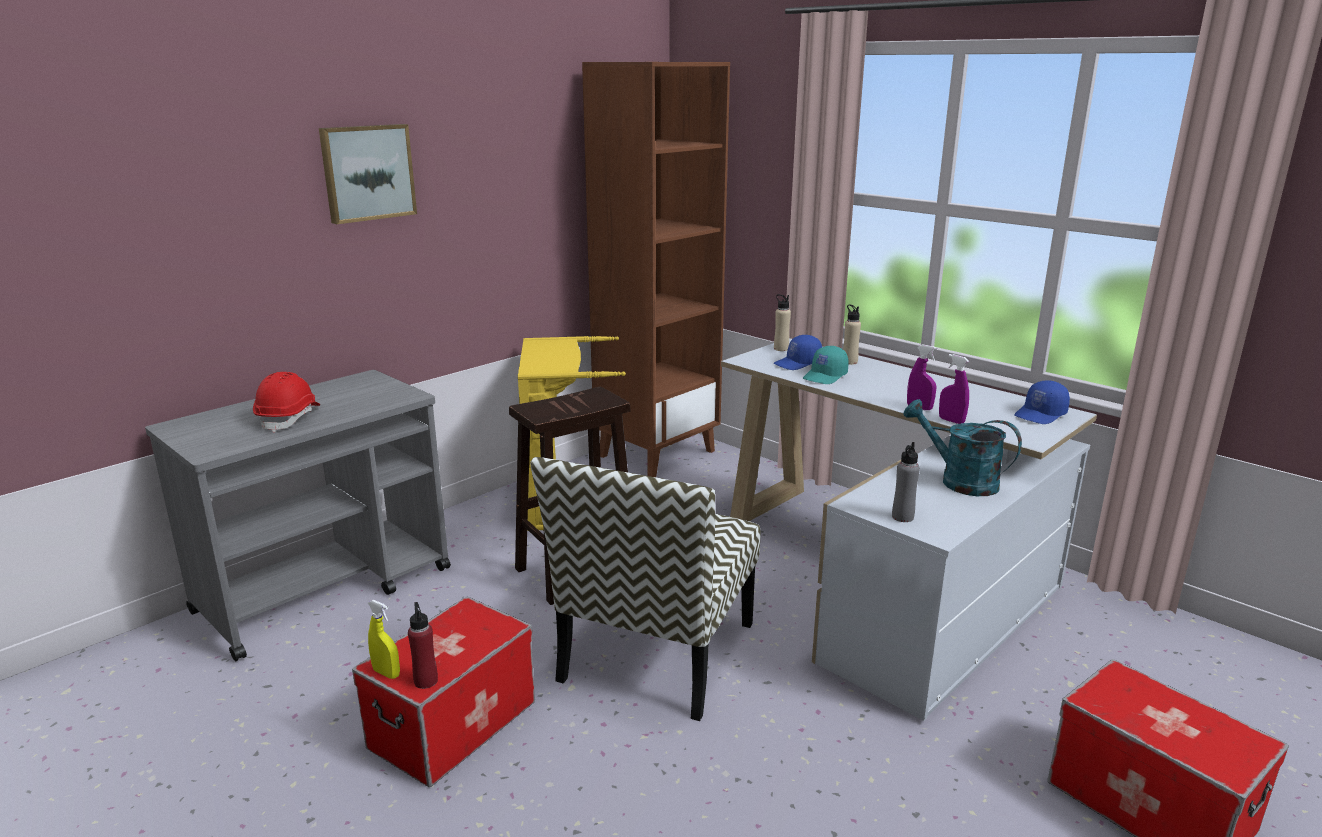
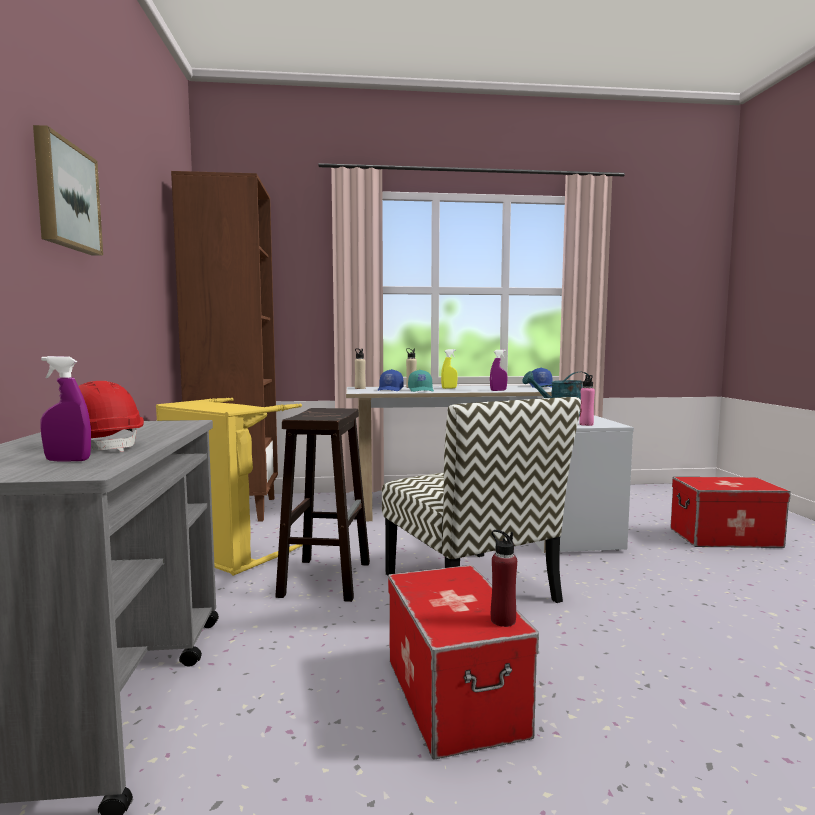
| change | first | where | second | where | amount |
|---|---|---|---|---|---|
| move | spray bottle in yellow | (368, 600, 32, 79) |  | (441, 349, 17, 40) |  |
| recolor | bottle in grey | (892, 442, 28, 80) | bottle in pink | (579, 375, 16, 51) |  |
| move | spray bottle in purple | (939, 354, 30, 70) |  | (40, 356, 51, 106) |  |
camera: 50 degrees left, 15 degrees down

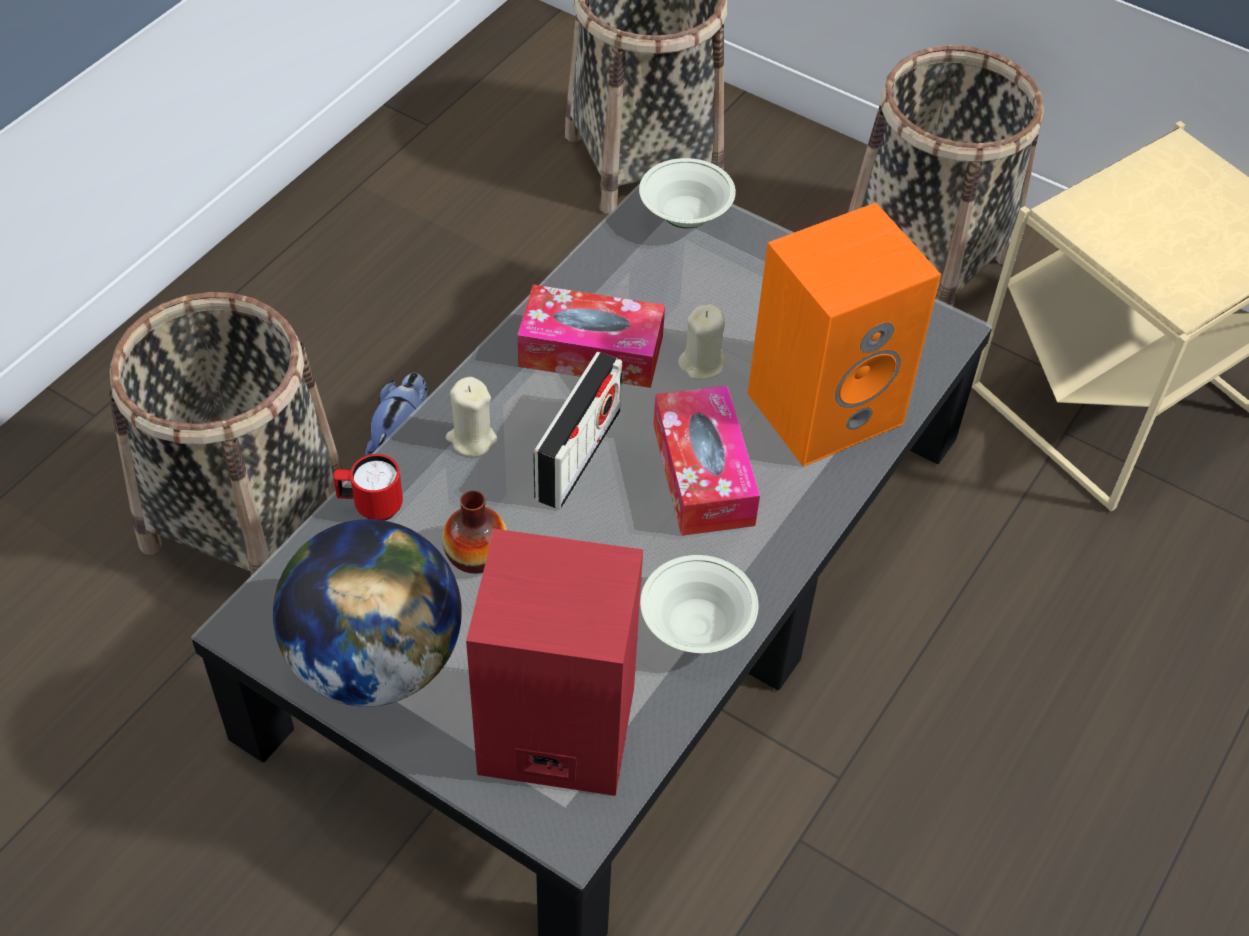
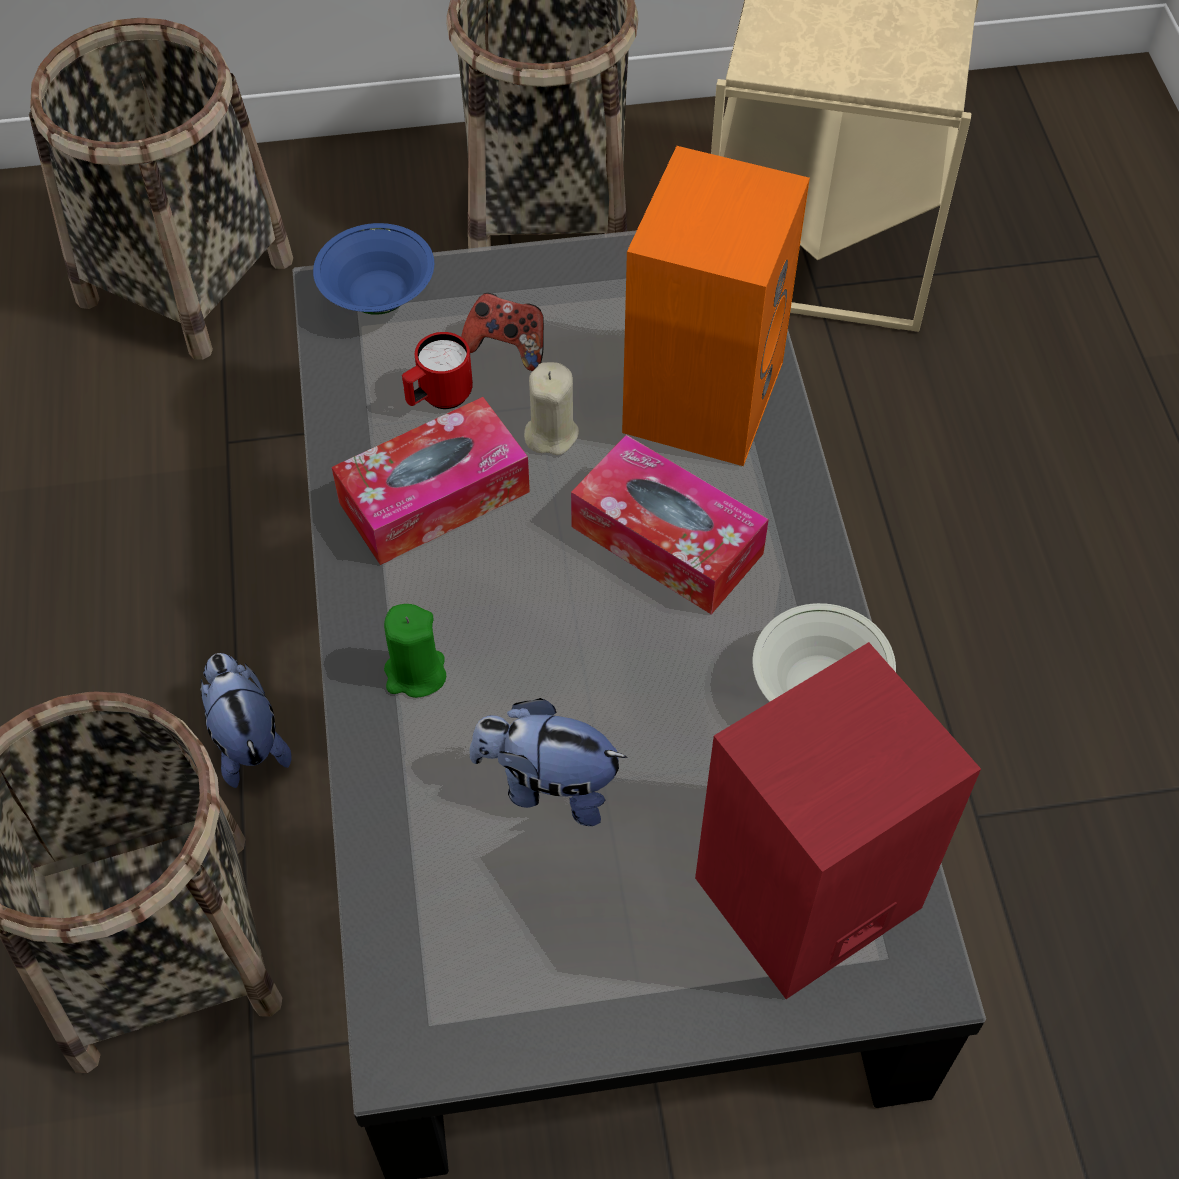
| change | first | where | second | where | amount |
|---|---|---|---|---|---|
| delete | globe | (273, 519, 189, 188) |  |  |  |
| move | mug in red | (333, 454, 70, 67) |  | (402, 332, 71, 77) |  |
| replace | vase | (442, 490, 65, 84) | plush toy | (469, 698, 159, 128) |  |
| recolor | candle in beige | (446, 377, 51, 80) | candle in green | (384, 604, 62, 94) |  |
| delete | radio | (533, 352, 89, 157) |  |  |  |
| recolor | bowl in white | (639, 158, 97, 70) | bowl in blue | (313, 223, 121, 92) |  |
| insert |  |  | game controller | (461, 293, 83, 78) |  |
camera: 40 degrees left, 5 degrees up

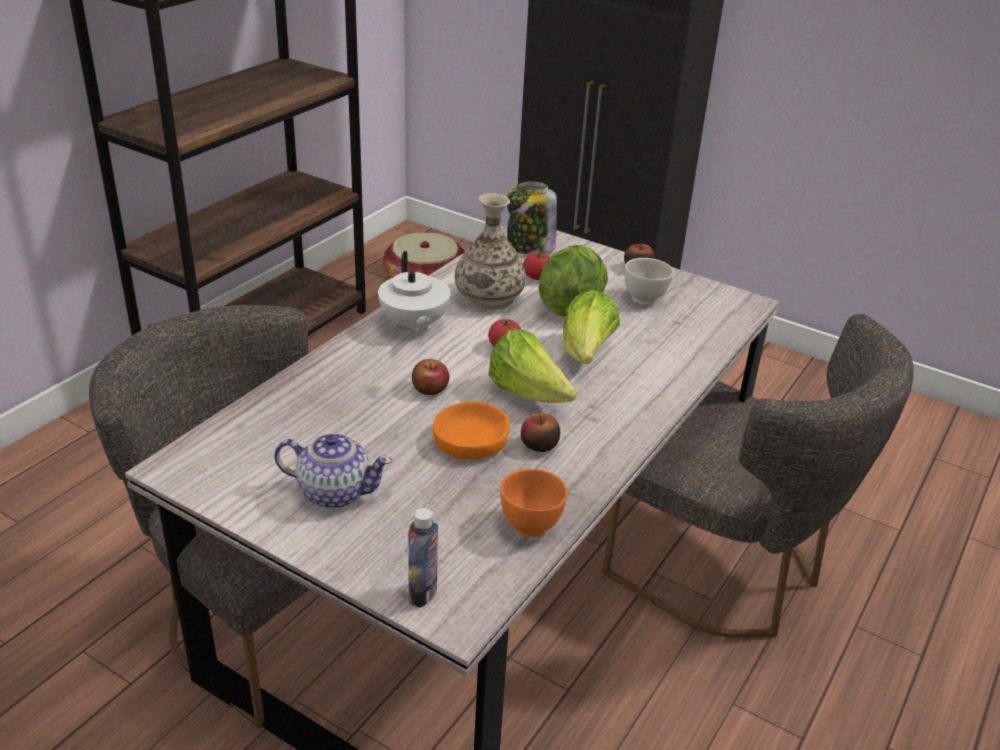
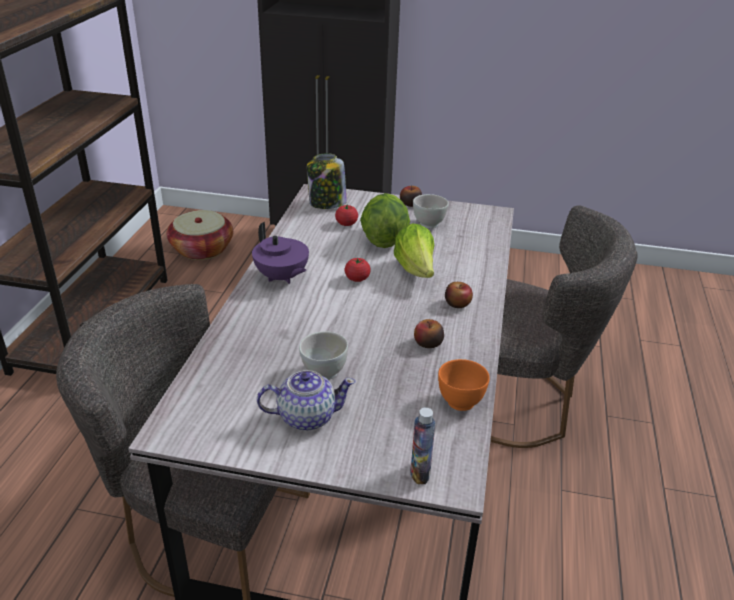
| change | first | where | second | where | amount |
|---|---|---|---|---|---|
| recolor | teapot in white | (378, 251, 73, 83) | teapot in purple | (252, 222, 57, 62) |  |
| move | apple | (412, 359, 37, 36) |  | (445, 282, 28, 26) |  |
| delete | bowl in orange | (433, 401, 77, 59) |  |  |  |
| delete | vase | (455, 193, 71, 116) |  |  |  |
| delete | lettuce | (488, 329, 89, 74) |  |  |  |
| insert |  |  | bowl in white | (299, 331, 49, 49) |  |
camera: 20 degrees left, 0 degrees up

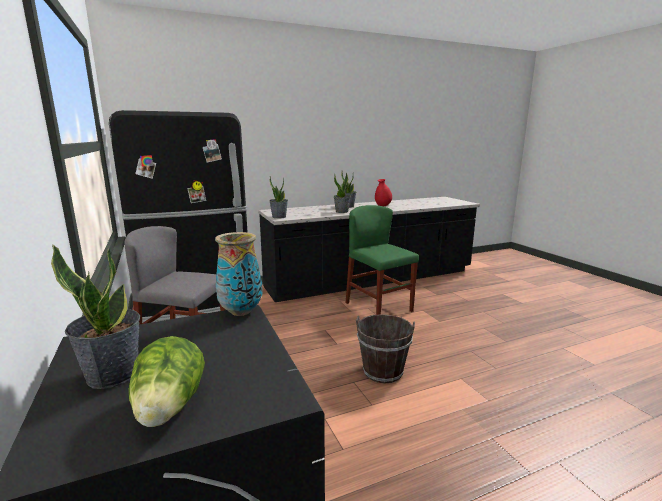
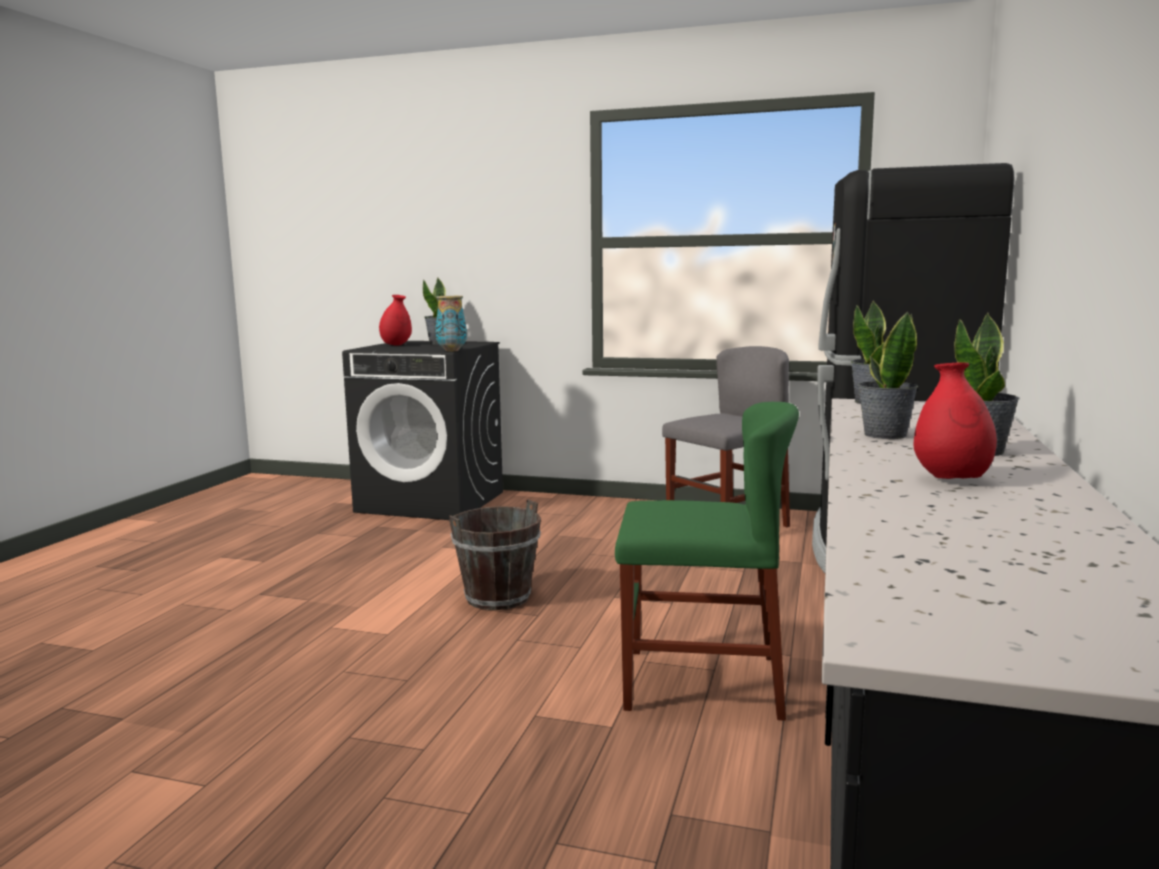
| change | first | where | second | where | amount |
|---|---|---|---|---|---|
| replace | lettuce | (128, 336, 77, 91) | vase in red | (379, 295, 33, 50) |  |
camera: 130 degrees right, 5 degrees down

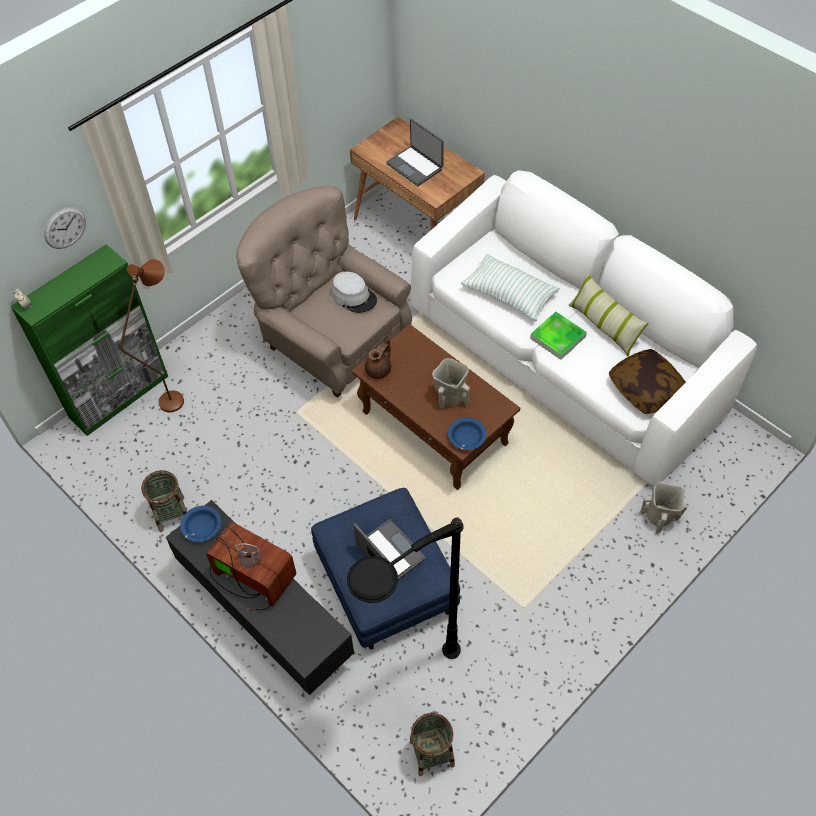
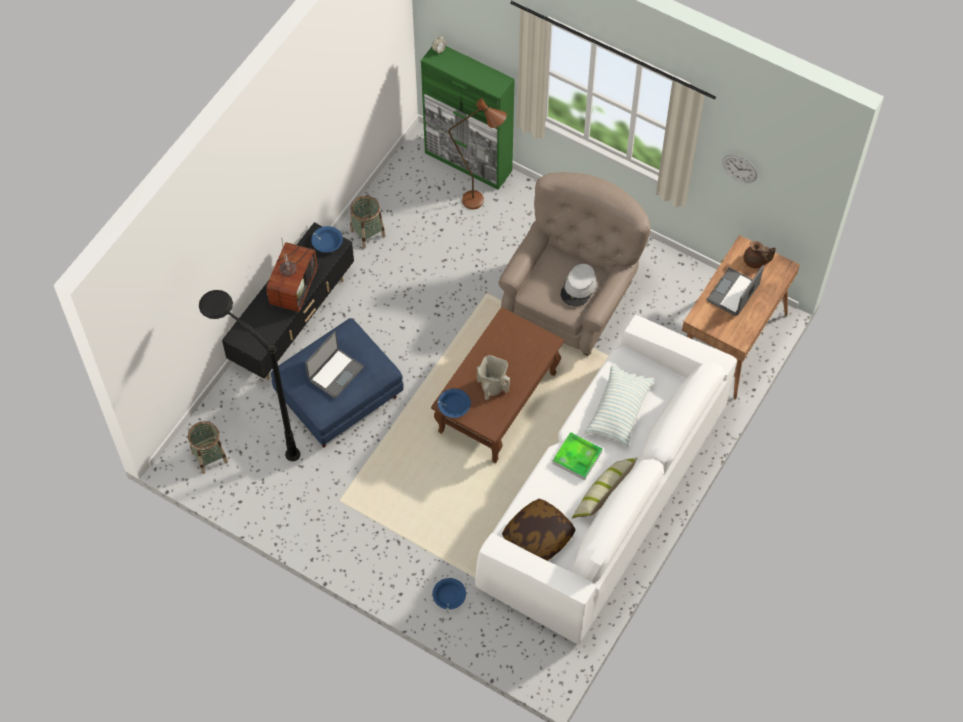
| change | first | where | second | where | amount |
|---|---|---|---|---|---|
| move | wall clock | (44, 207, 42, 42) |  | (722, 155, 35, 28) |  |
| move | teapot in brown | (365, 335, 26, 44) |  | (744, 241, 32, 27) |  |
| replace | vase in beige | (640, 482, 47, 51) | bowl in blue | (432, 578, 34, 32) |  |
camera: 75 degrees right, 5 degrees up

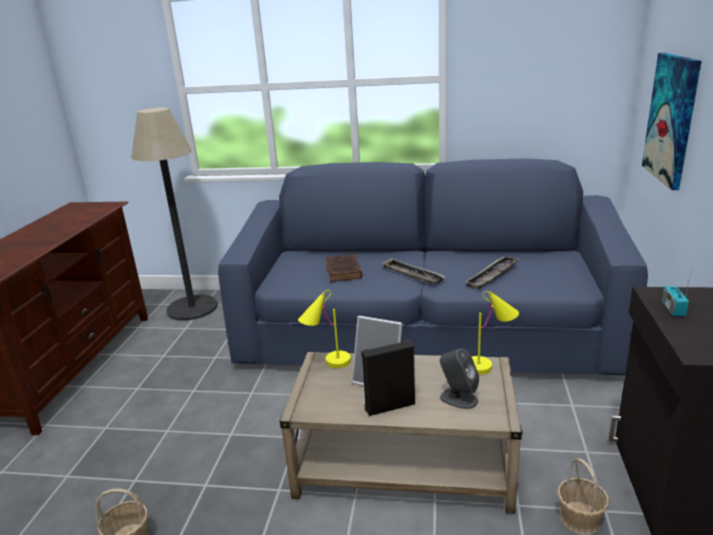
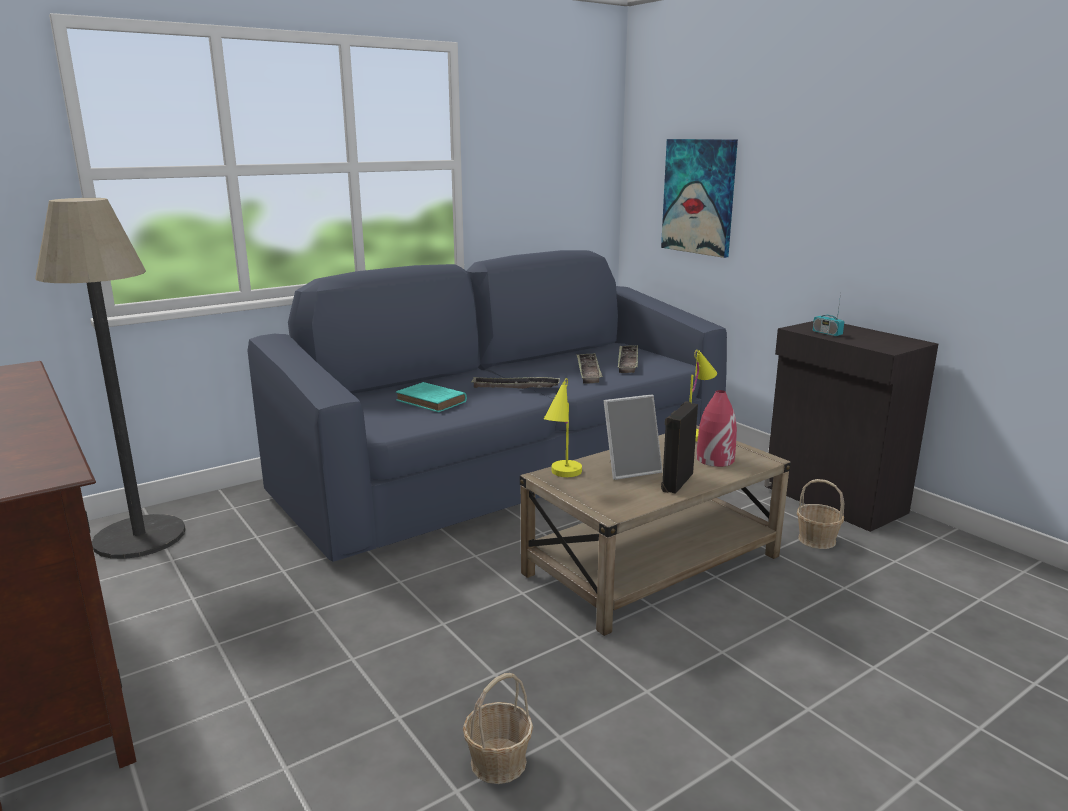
| change | first | where | second | where | amount |
|---|---|---|---|---|---|
| recolor | book in brown | (326, 254, 37, 28) | book in turquoise | (396, 382, 71, 30) |  |
| replace | speaker in grey | (440, 348, 39, 61) | vase in red | (697, 390, 40, 77) |  |
| insert |  |  | tray | (618, 345, 20, 28) |  |
camera: 45 degrees left, 5 degrees down

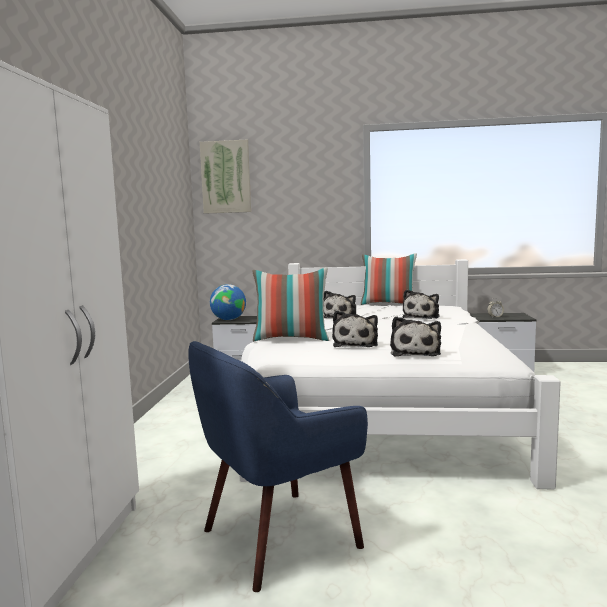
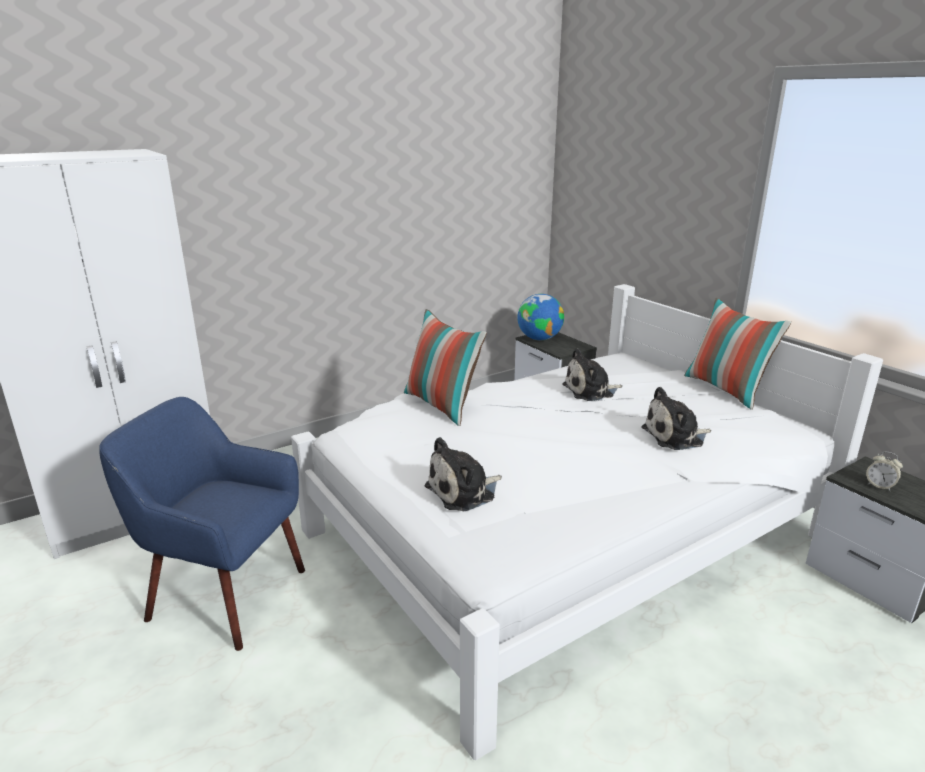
| change | first | where | second | where | amount |
|---|---|---|---|---|---|
| delete | picture | (200, 140, 51, 74) |  |  |  |
| delete | plush toy | (332, 311, 46, 36) |  |  |  |
camera: 50 degrees right, 15 degrees up

